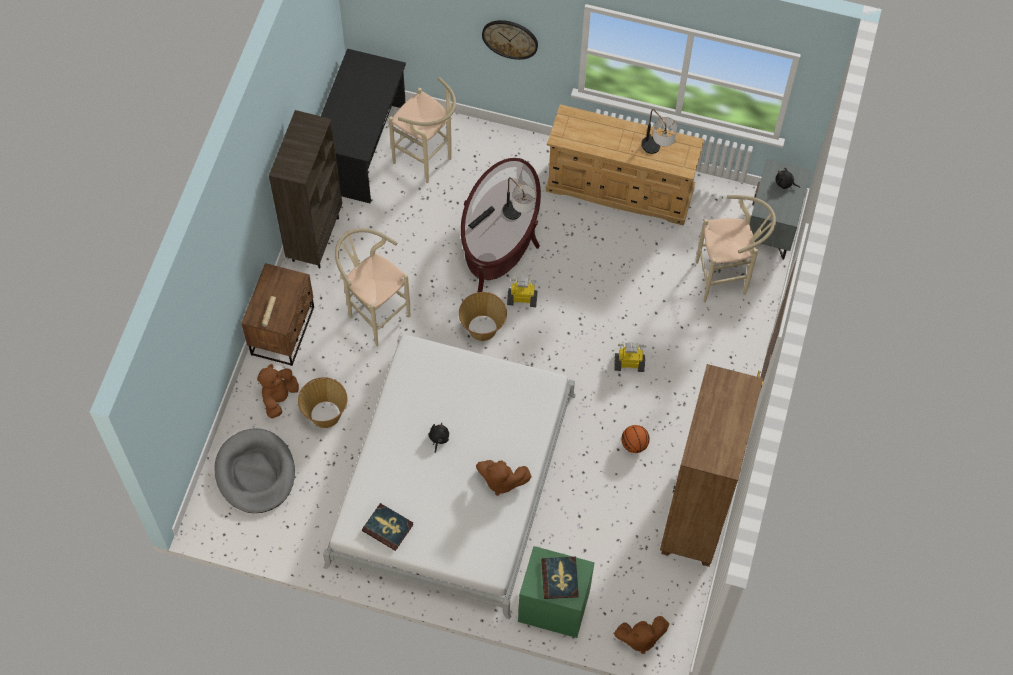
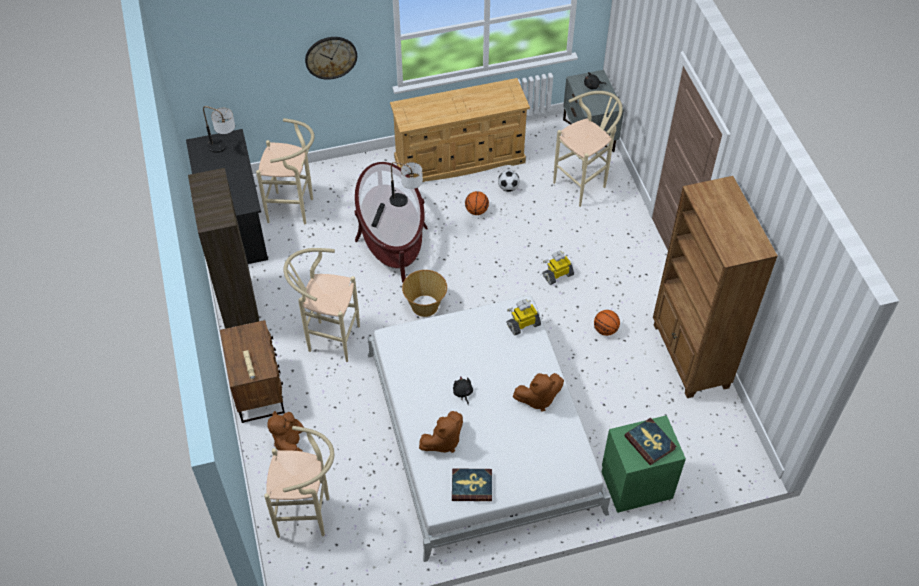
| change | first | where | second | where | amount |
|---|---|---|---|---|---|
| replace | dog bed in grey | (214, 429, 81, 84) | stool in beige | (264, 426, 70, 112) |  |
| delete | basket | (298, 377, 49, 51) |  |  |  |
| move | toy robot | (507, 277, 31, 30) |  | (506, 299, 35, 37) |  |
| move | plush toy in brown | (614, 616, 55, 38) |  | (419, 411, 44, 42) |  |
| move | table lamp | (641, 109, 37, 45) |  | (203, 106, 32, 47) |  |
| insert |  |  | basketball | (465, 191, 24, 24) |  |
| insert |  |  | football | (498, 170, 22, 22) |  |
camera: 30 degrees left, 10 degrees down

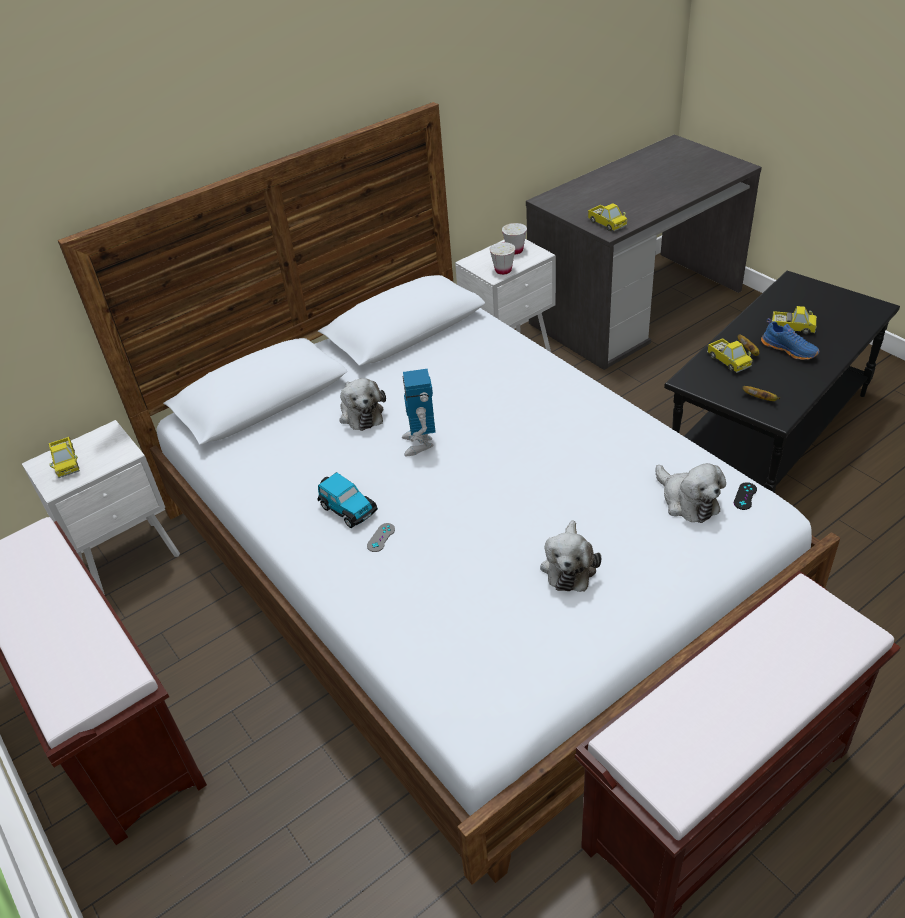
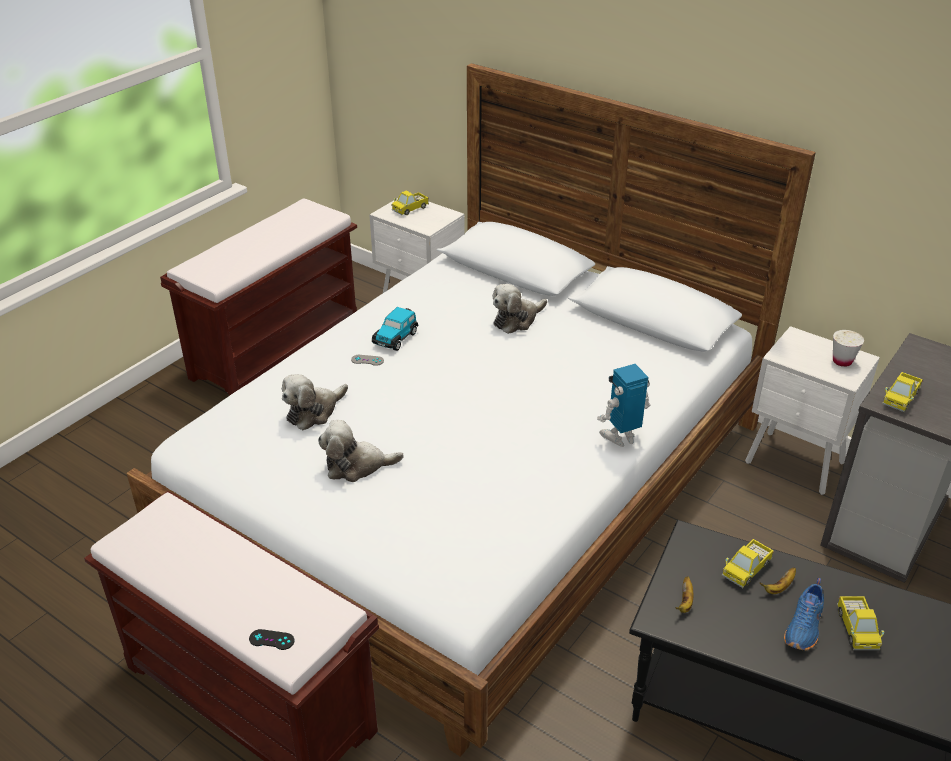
| change | first | where | second | where | amount |
|---|---|---|---|---|---|
| move | toy robot | (402, 369, 34, 87) |  | (597, 364, 53, 83) |  |
| delete | cup in white | (490, 242, 26, 33) |  |  |  |
| move | plush toy | (656, 463, 70, 60) |  | (282, 374, 66, 56) |  |
| move | game controller in black | (734, 482, 23, 28) |  | (249, 629, 46, 21) |  |
camera: 70 degrees right, 5 degrees down

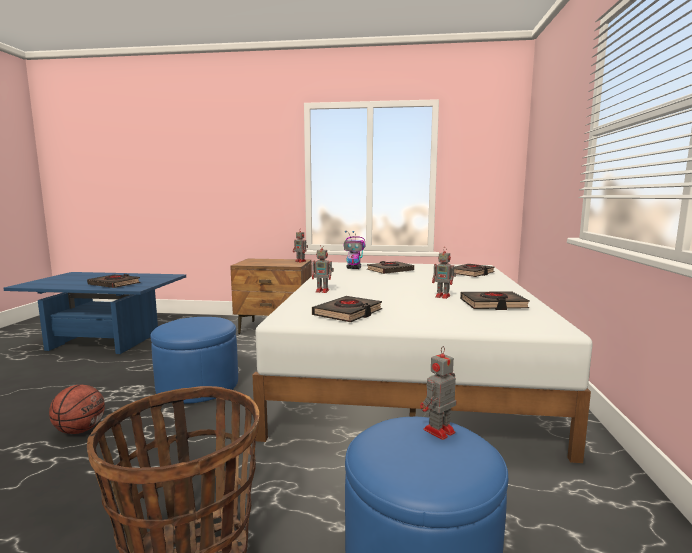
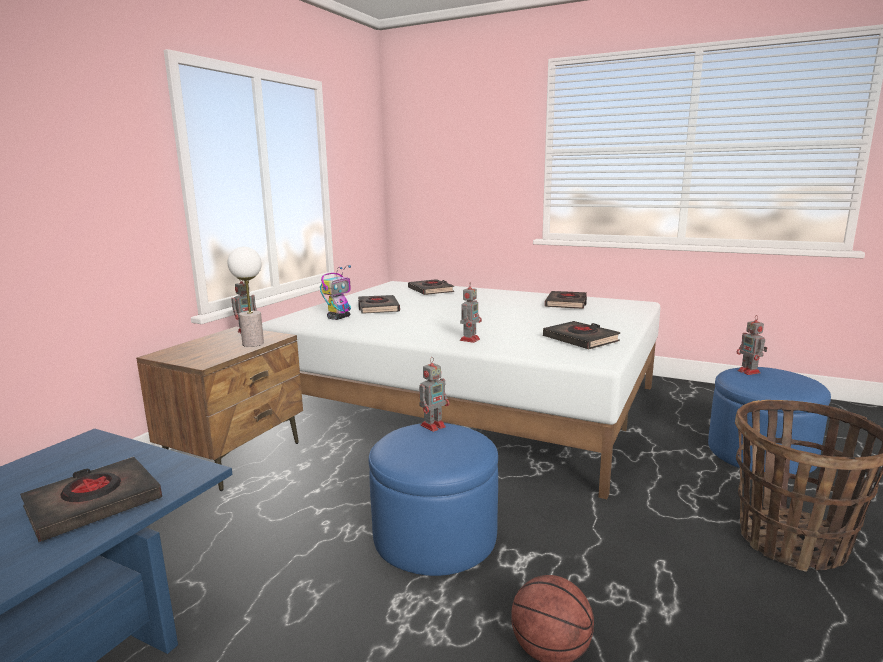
| change | first | where | second | where | amount |
|---|---|---|---|---|---|
| move | toy robot | (432, 247, 24, 52) |  | (419, 357, 30, 75) |  |
| insert |  |  | table lamp | (228, 247, 36, 100) |  |
camera: 70 degrees left, 5 degrees up

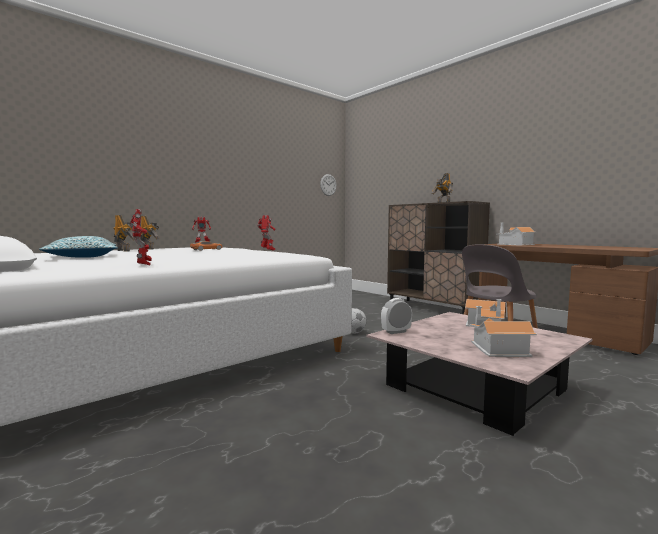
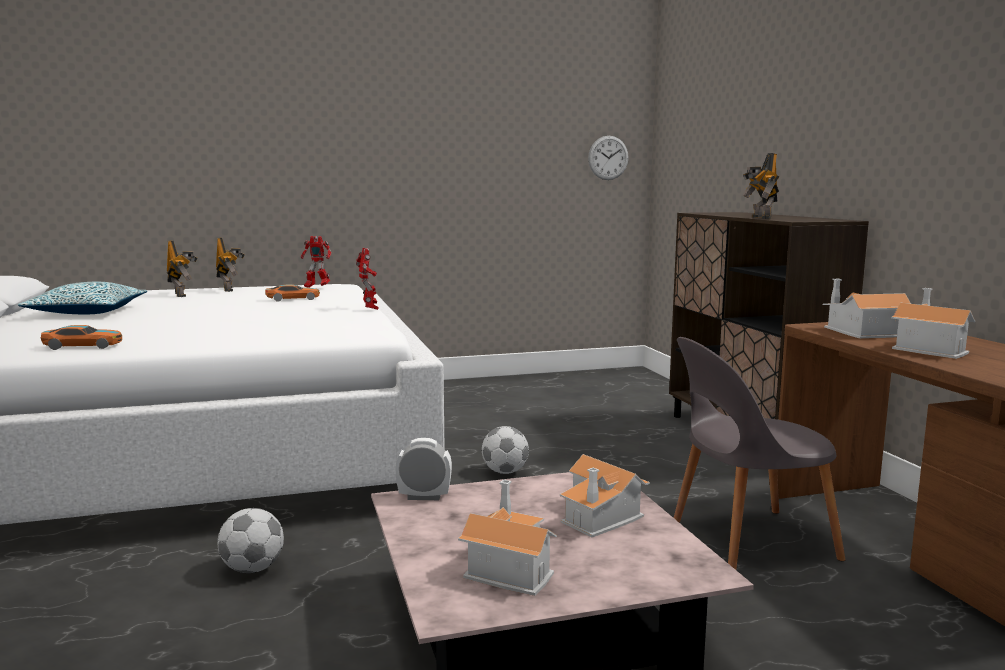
| change | first | where | second | where | amount |
|---|---|---|---|---|---|
| replace | toy robot | (130, 209, 22, 56) | toy car | (41, 325, 81, 25) |  |
| insert |  |  | football | (218, 508, 66, 65) |  |
| insert |  |  | toy house | (891, 288, 84, 71) |  |
camera: 25 degrees right, 5 degrees up

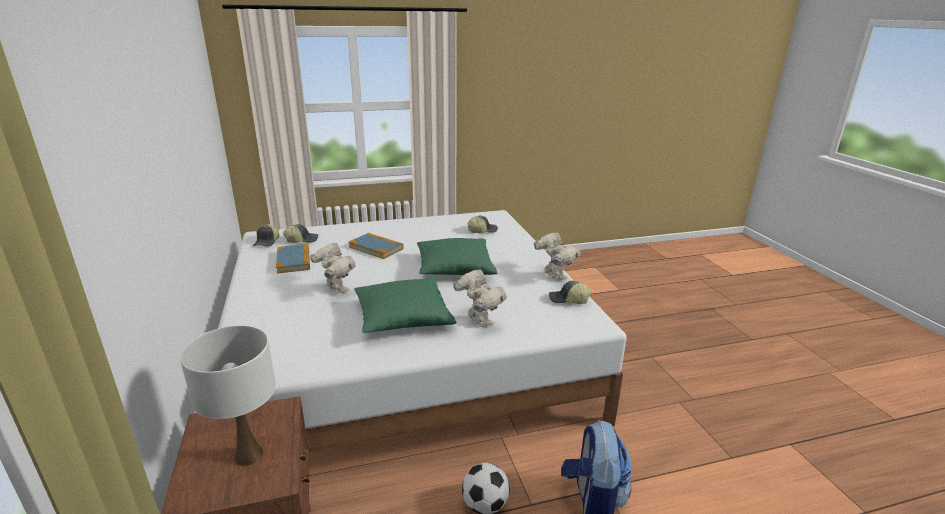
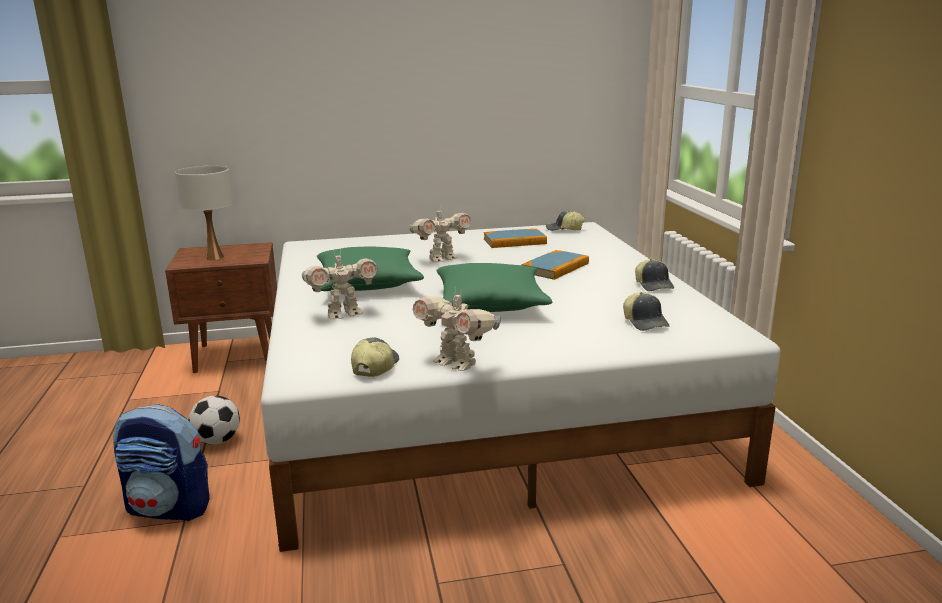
| change | first | where | second | where | amount |
|---|---|---|---|---|---|
| move | cap | (283, 224, 35, 19) |  | (635, 259, 39, 32) |  |
| rotate | toy robot | (534, 232, 47, 49) |  | (413, 287, 88, 84) | 60 degrees clockwise |
camera: 95 degrees right, 5 degrees down

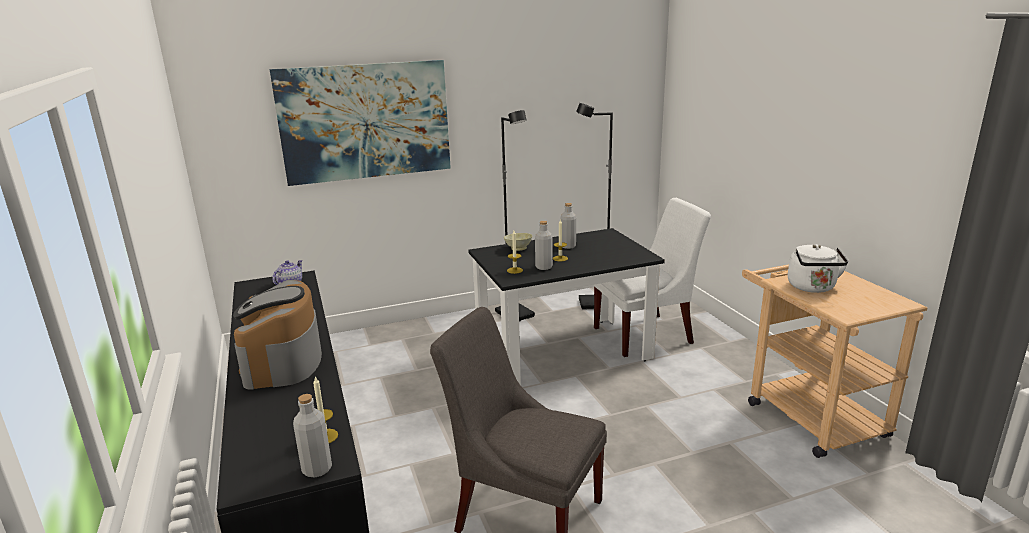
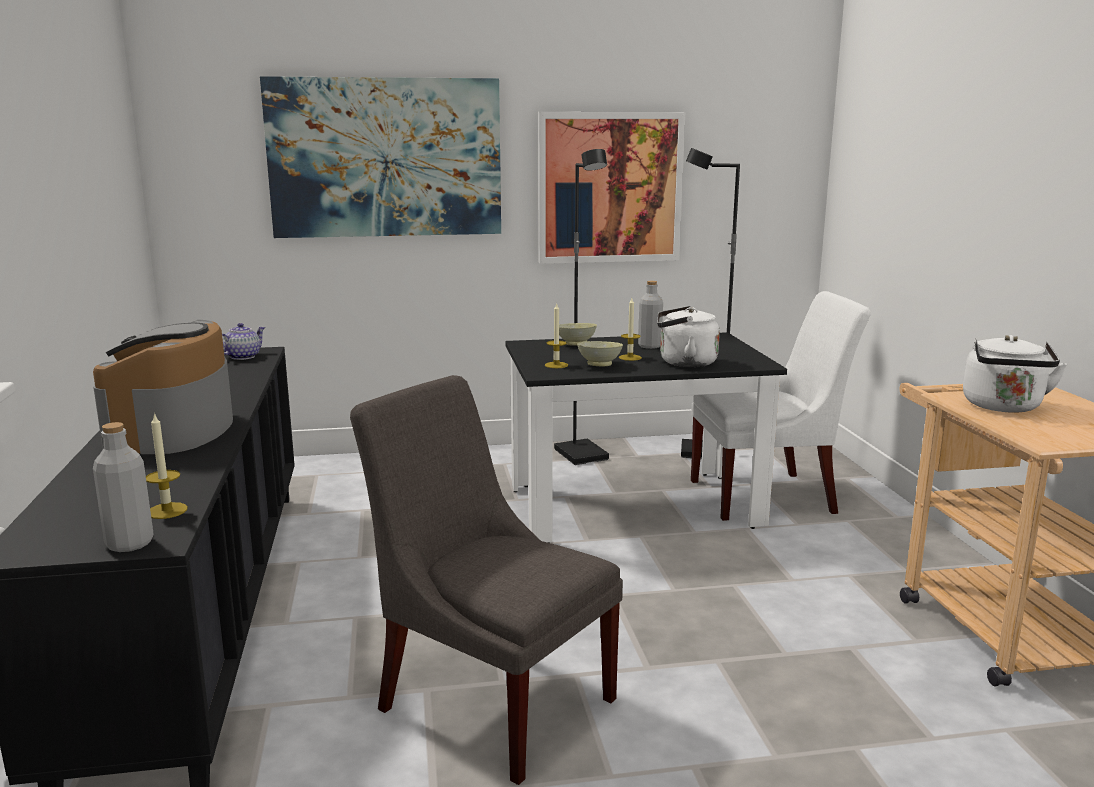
| change | first | where | second | where | amount |
|---|---|---|---|---|---|
| replace | bottle in grey | (535, 221, 18, 49) | bowl in beige | (577, 341, 46, 25) |  |
| insert |  |  | picture | (538, 112, 147, 152) |  |
| insert |  |  | kettle in white | (657, 306, 63, 61) |  |
camera: 10 degrees right, 5 degrees down

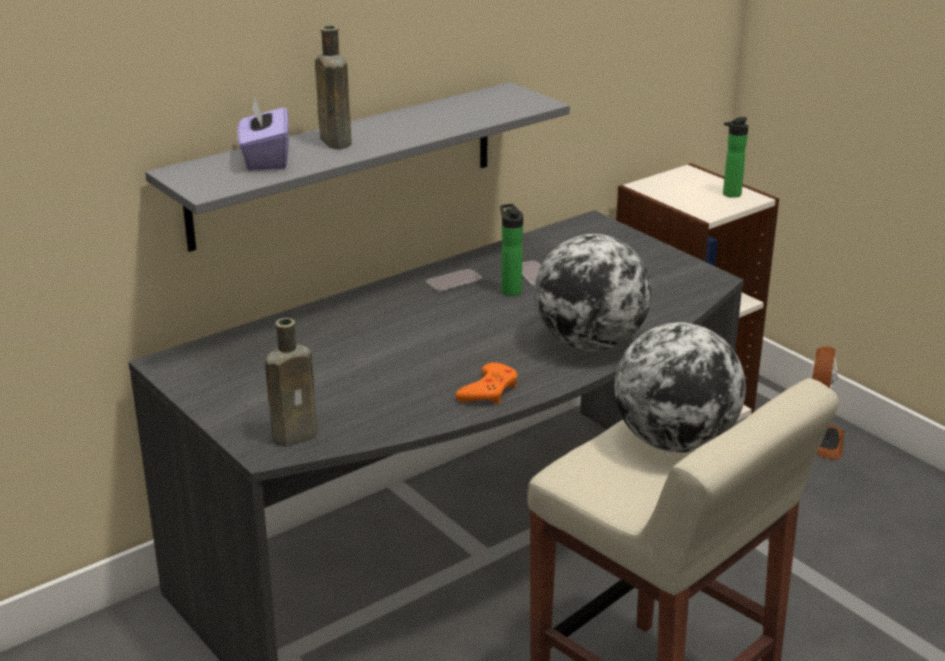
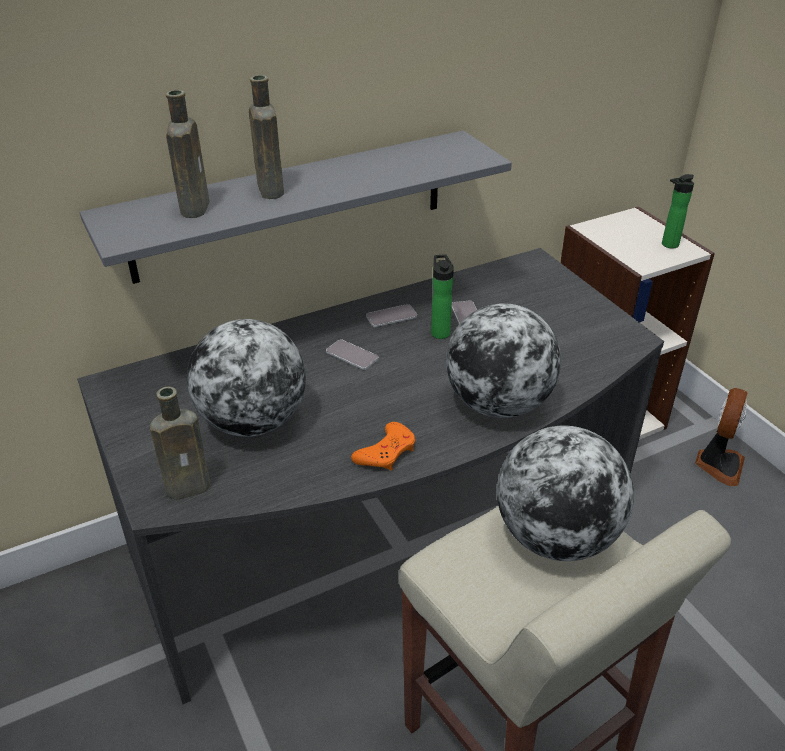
| change | first | where | second | where | amount |
|---|---|---|---|---|---|
| replace | tissue box in purple | (237, 97, 52, 74) | bottle in brown | (166, 90, 43, 128) |  |
| insert |  |  | globe | (187, 319, 119, 118) |  |
| insert |  |  | phone | (326, 339, 53, 31) |  |
camera: 10 degrees right, 10 degrees up

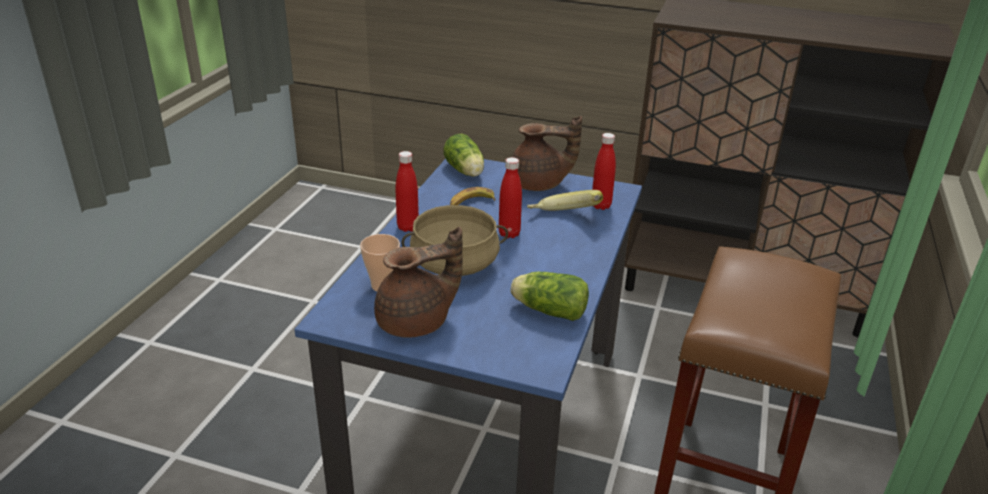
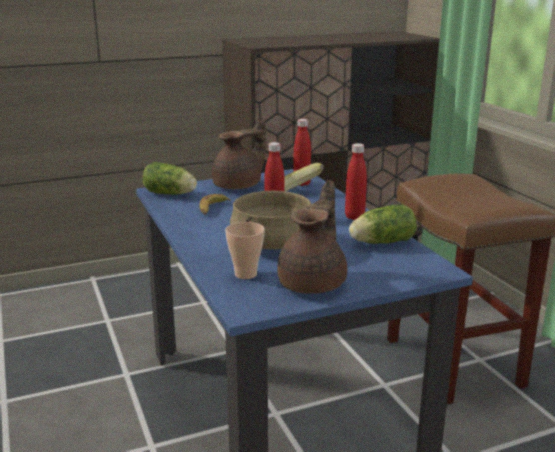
| change | first | where | second | where | amount |
|---|---|---|---|---|---|
| move | bottle in red | (396, 151, 23, 81) |  | (345, 143, 22, 77) |  |
camera: 40 degrees left, 10 degrees down

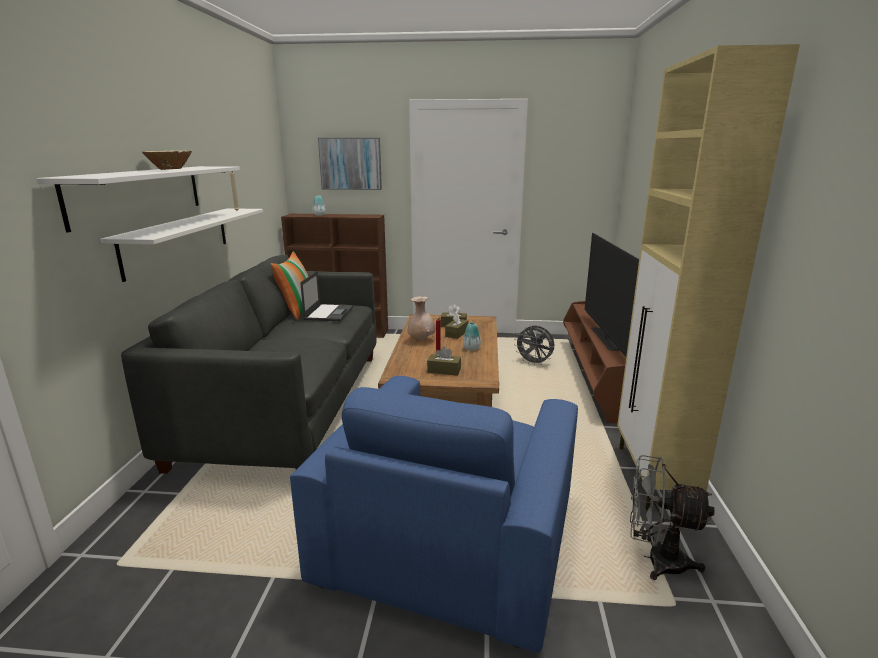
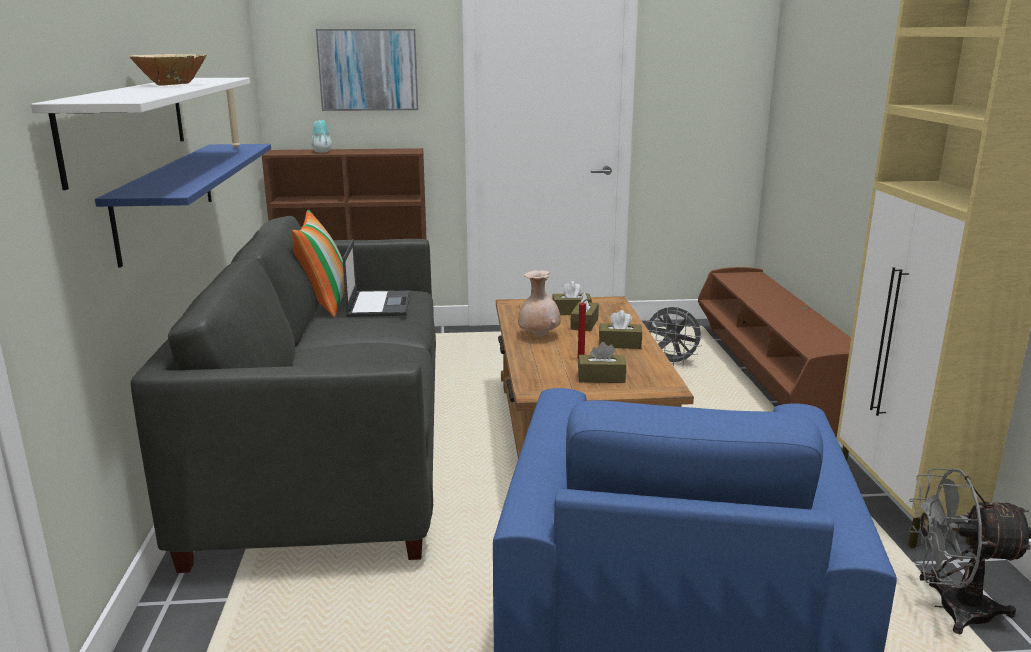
| change | first | where | second | where | amount |
|---|---|---|---|---|---|
| recolor | shelf in white | (100, 208, 163, 74) | shelf in blue | (95, 144, 176, 124) |  |
| replace | vase | (463, 322, 18, 29) | tissue box in brown | (599, 310, 43, 39) |  |
| delete | television | (585, 233, 54, 124) |  |  |  |
camera: 10 degrees left, 0 degrees up

